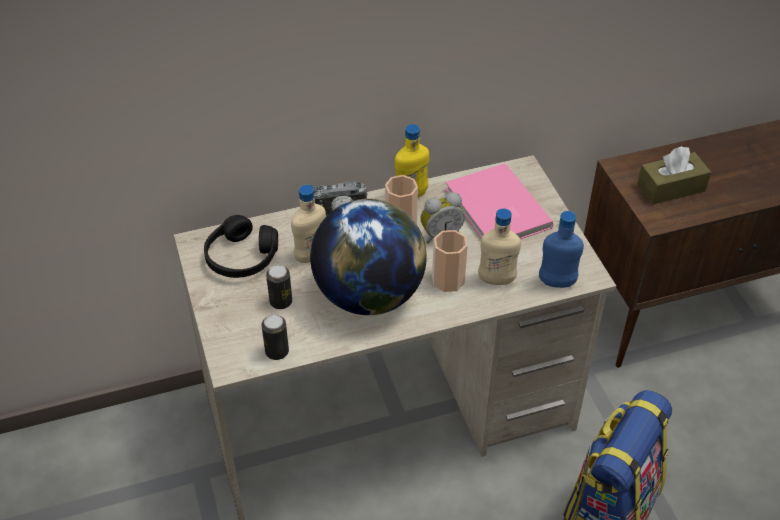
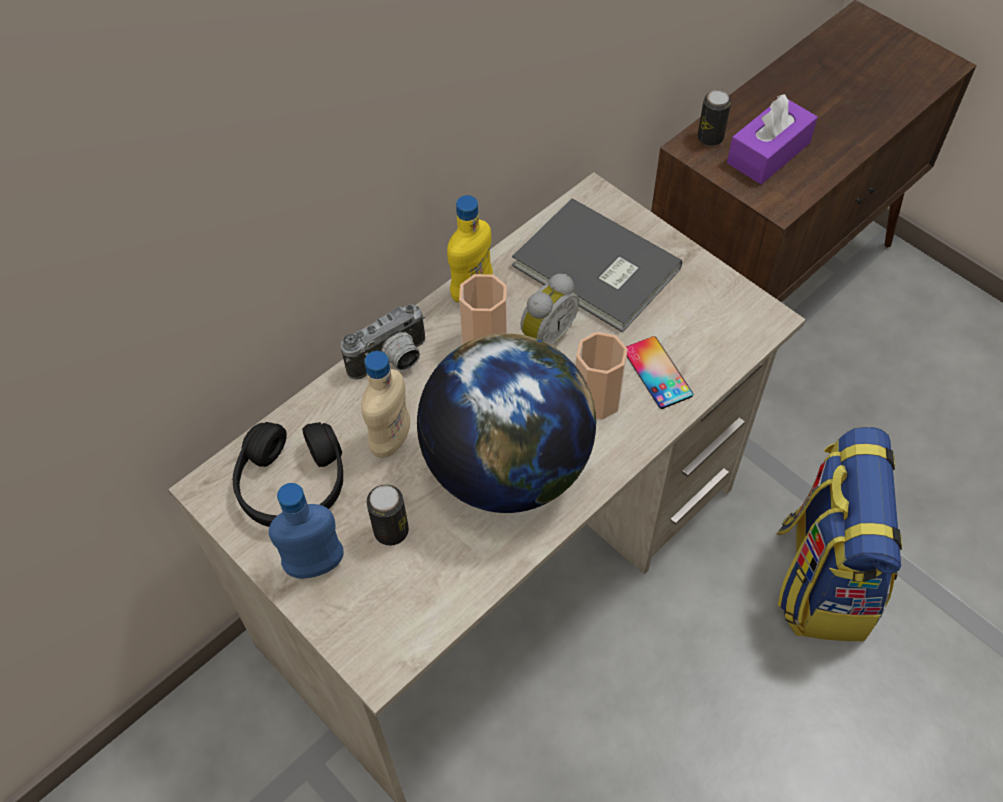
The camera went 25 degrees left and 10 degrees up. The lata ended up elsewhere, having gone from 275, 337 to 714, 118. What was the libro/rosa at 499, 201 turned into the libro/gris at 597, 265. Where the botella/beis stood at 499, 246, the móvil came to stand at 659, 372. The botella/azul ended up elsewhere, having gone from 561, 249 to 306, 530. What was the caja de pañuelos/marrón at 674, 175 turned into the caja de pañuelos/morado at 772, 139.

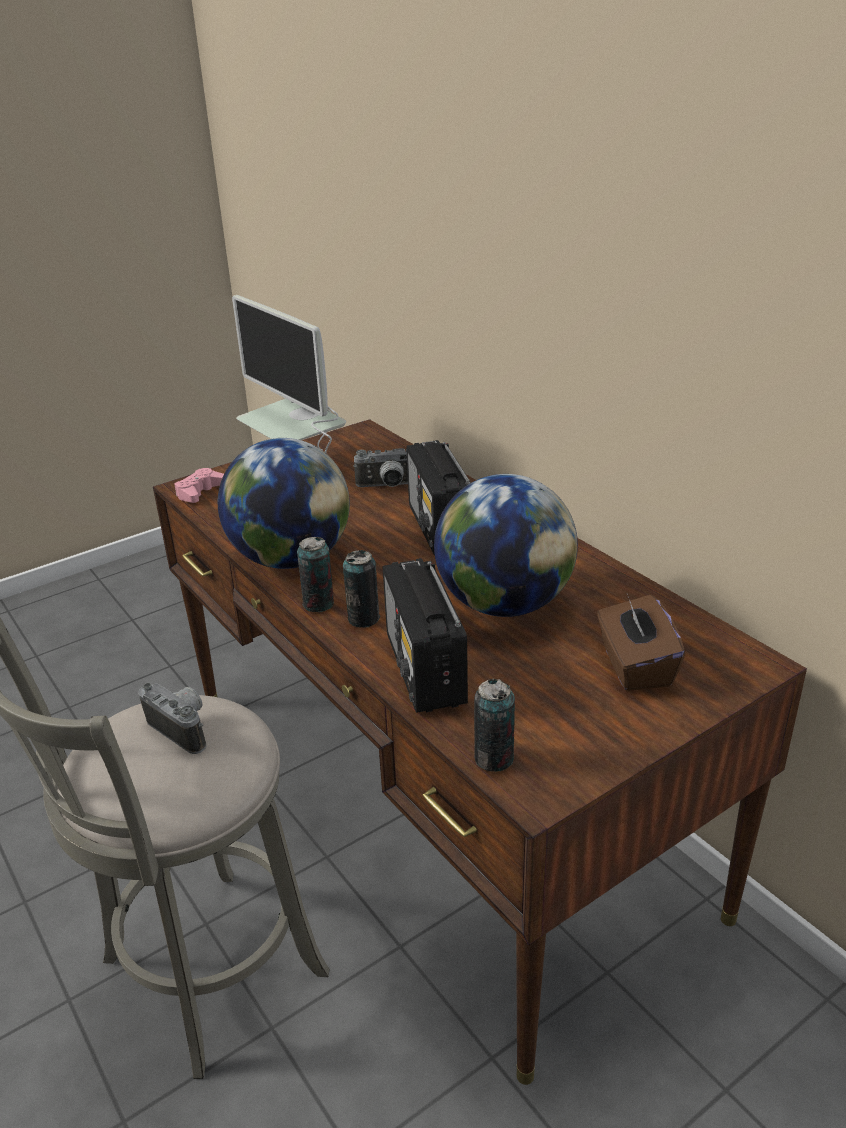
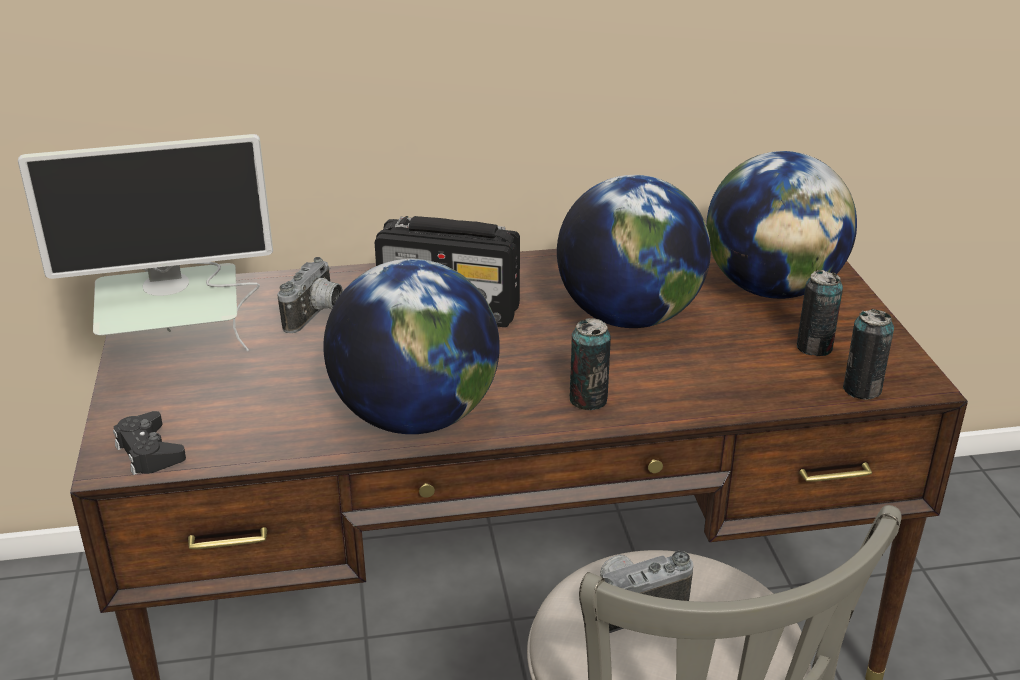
The camera went 65 degrees left and 0 degrees up. What was the mando de consola/rosa at 199, 485 turned into the mando de consola/negro at 149, 443. The lata ended up elsewhere, having gone from 315, 574 to 820, 313. The second view lost the radio at 425, 635. Where the caja de pañuelos/marrón stood at 641, 642, the globo terráqueo came to stand at 781, 225.

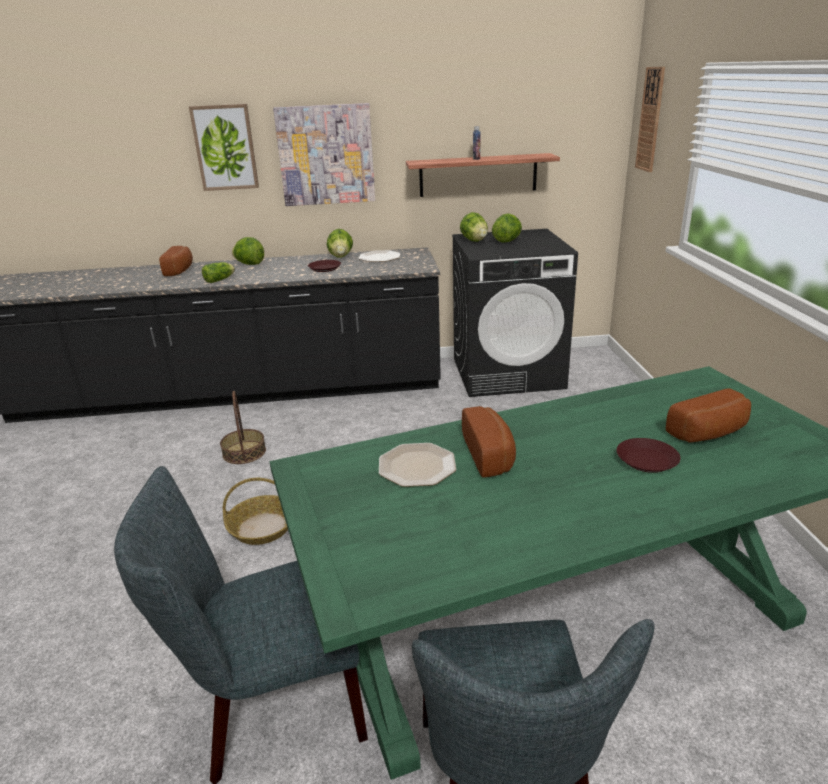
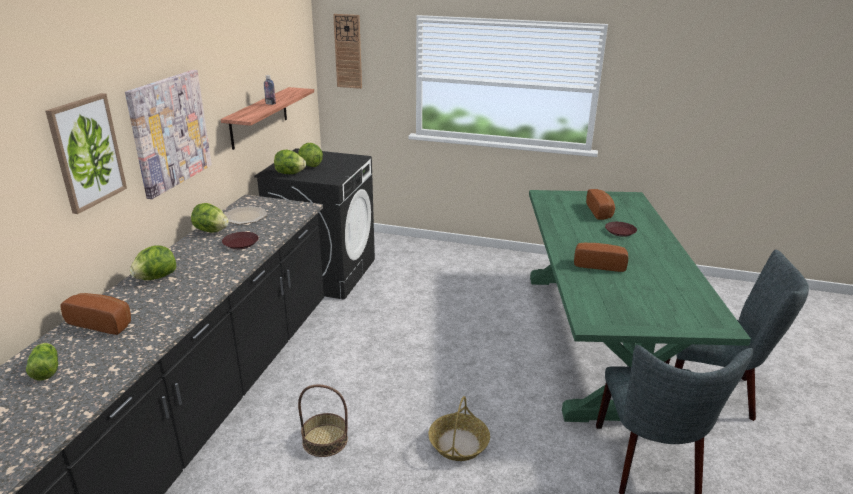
The camera went 70 degrees left and 0 degrees up. The lechuga ended up elsewhere, having gone from 218, 272 to 42, 361. The second view lost the plato at 417, 465.

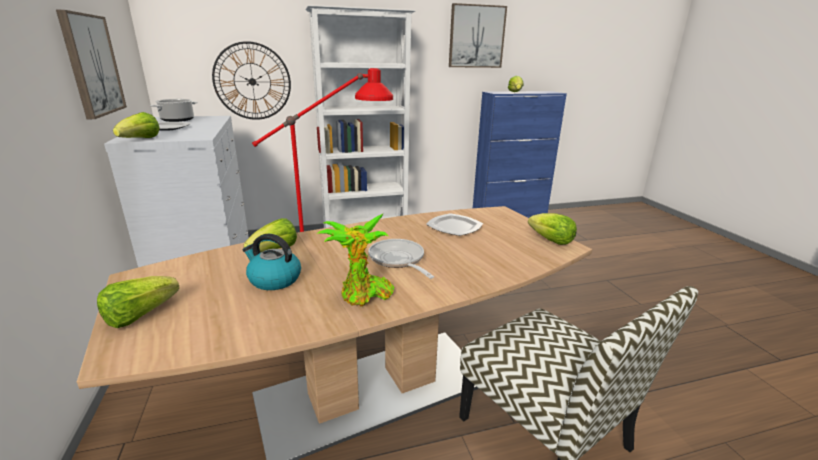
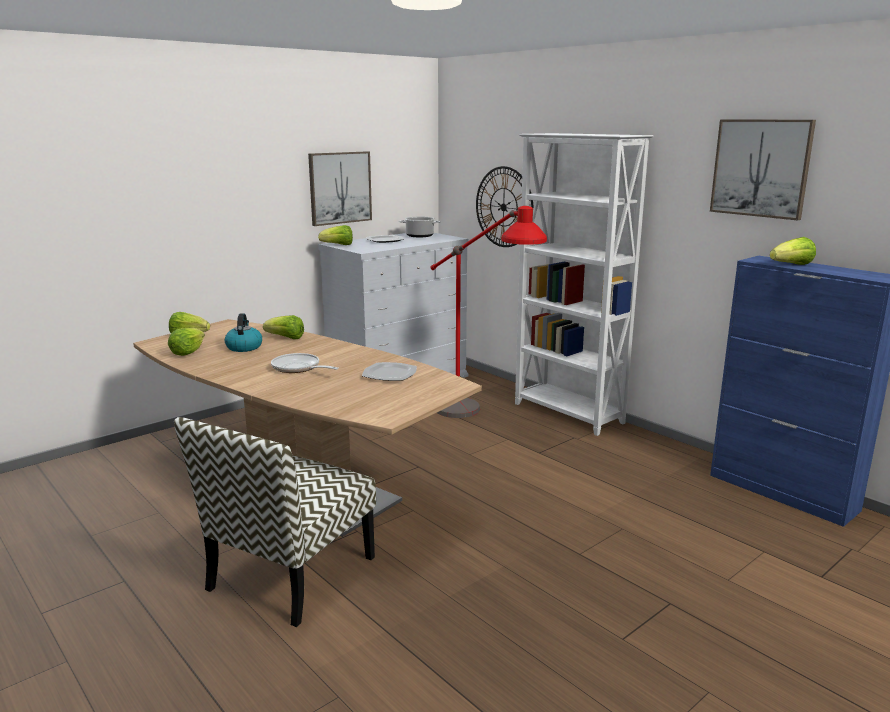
The camera went 65 degrees right and 5 degrees down. The second view lost the planta en maceta at 356, 260. The sartén at 401, 259 ended up facing another way, 90 degrees counterclockwise from before. The lechuga ended up elsewhere, having gone from 552, 229 to 186, 342.

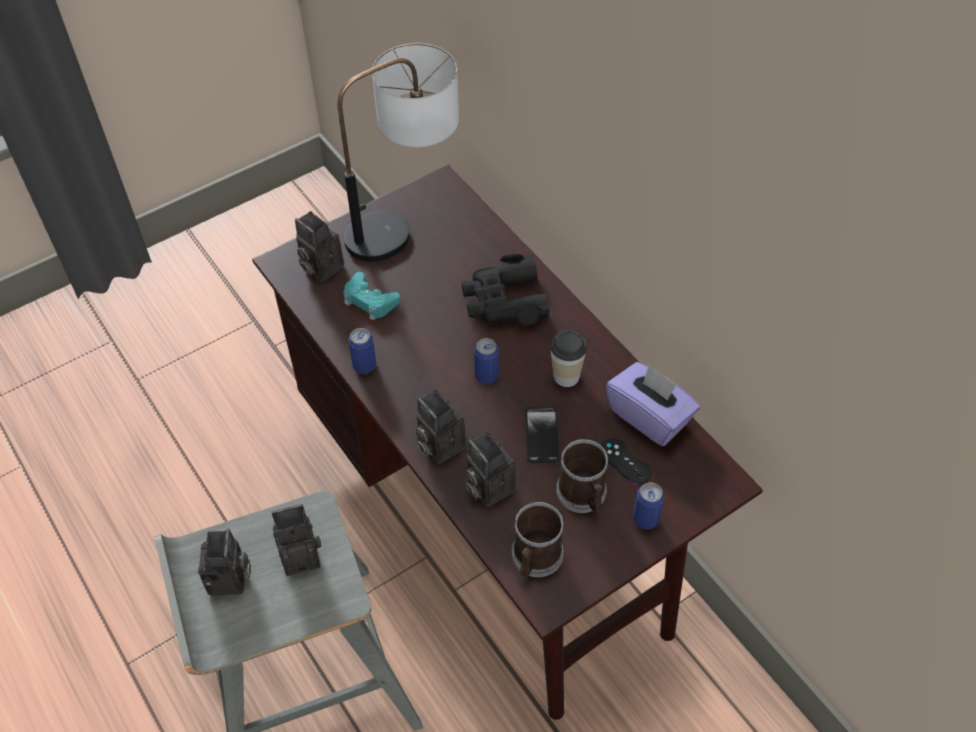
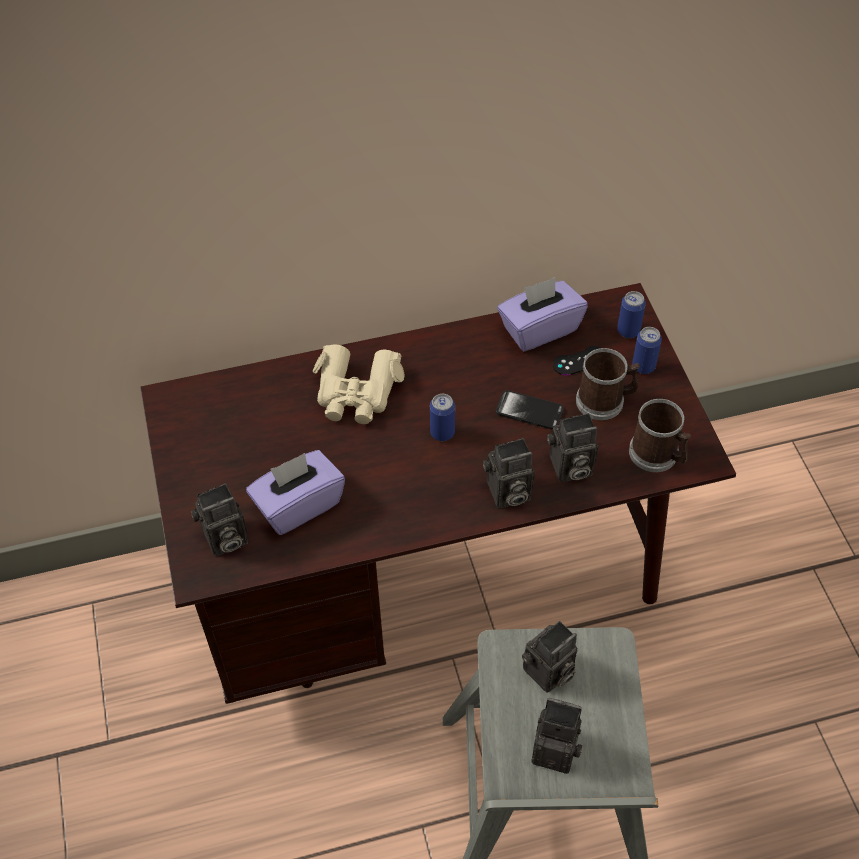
The camera went 70 degrees left and 0 degrees up. The cámara at 296, 540 ended up facing another way, 135 degrees counterclockwise from before. The second view lost the lámpara de mesa at 398, 152. Where the mando de consola/turquesa stood at 371, 296, the caja de pañuelos/morado came to stand at 295, 492. The lata ended up elsewhere, having gone from 362, 351 to 631, 314. What was the prismáticos/negro at 505, 289 turned into the prismáticos/beis at 358, 384. The second view lost the taza at 569, 358.

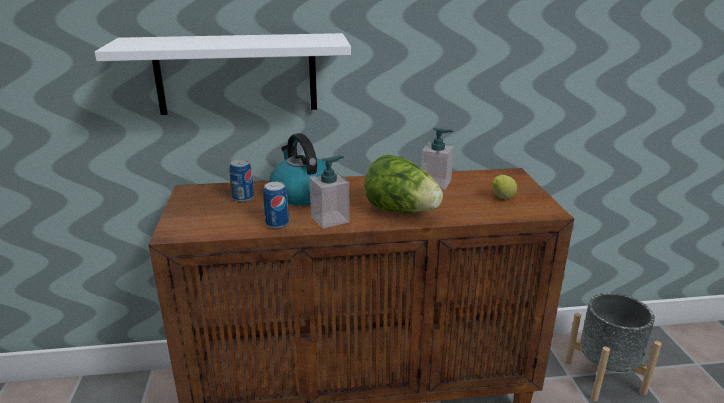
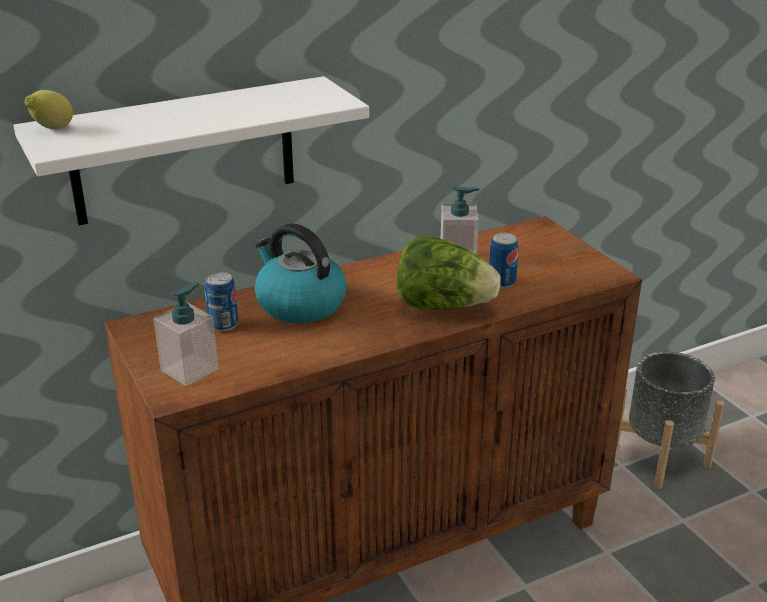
The camera went 20 degrees left and 5 degrees up. The lata ended up elsewhere, having gone from 276, 205 to 503, 260. The dispensador de jabón ended up elsewhere, having gone from 329, 192 to 186, 334. The limón ended up elsewhere, having gone from 504, 187 to 49, 109.

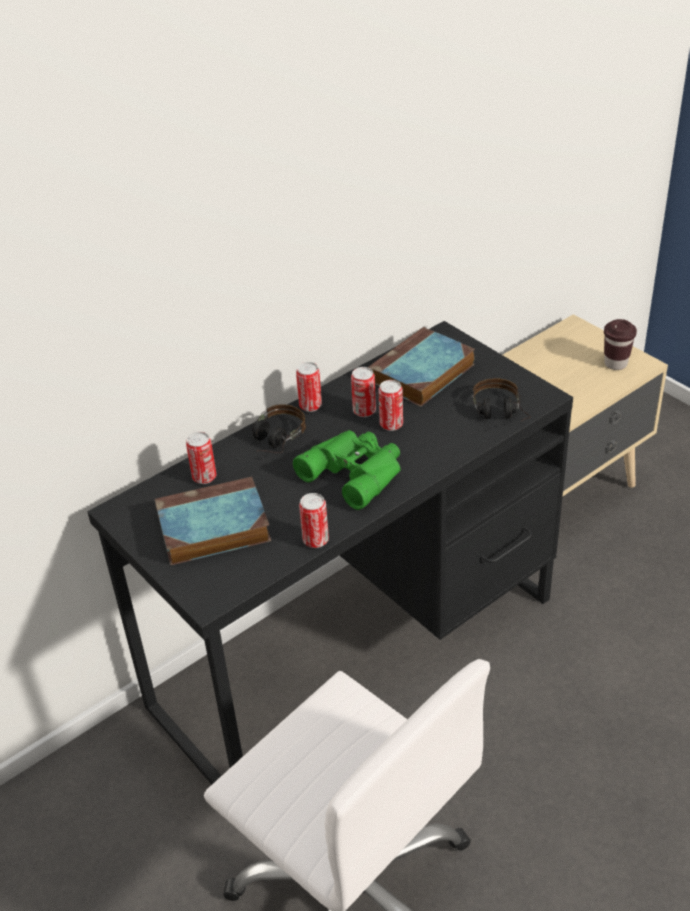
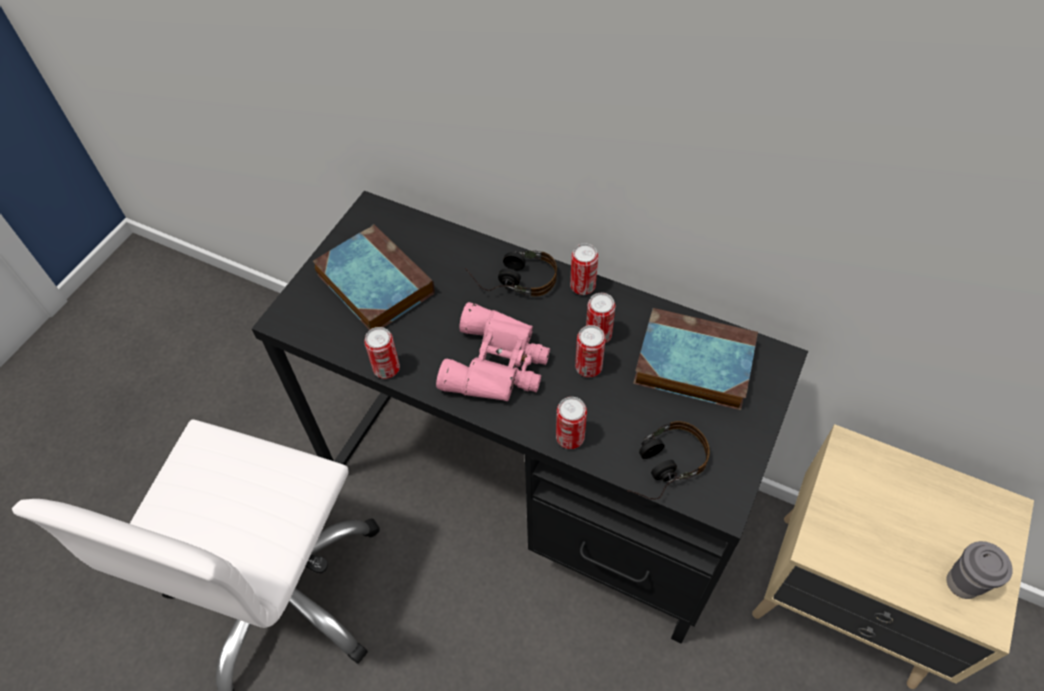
The camera went 65 degrees right and 15 degrees up. The lata ended up elsewhere, having gone from 201, 458 to 571, 423. What was the prismáticos/verde at 347, 470 turned into the prismáticos/rosa at 493, 352. What was the taza/marrón at 620, 344 turned into the taza/gris at 980, 570.

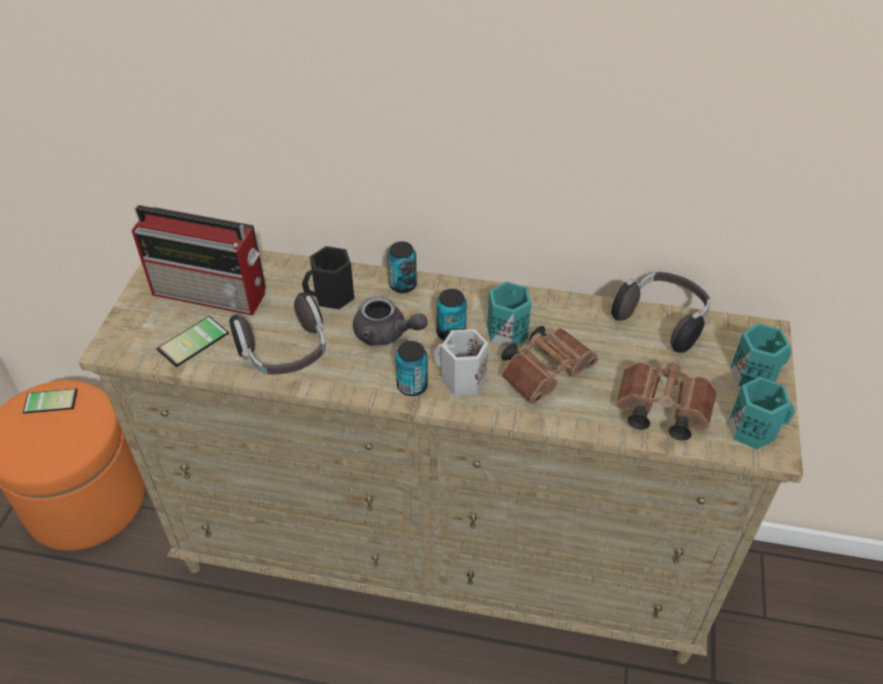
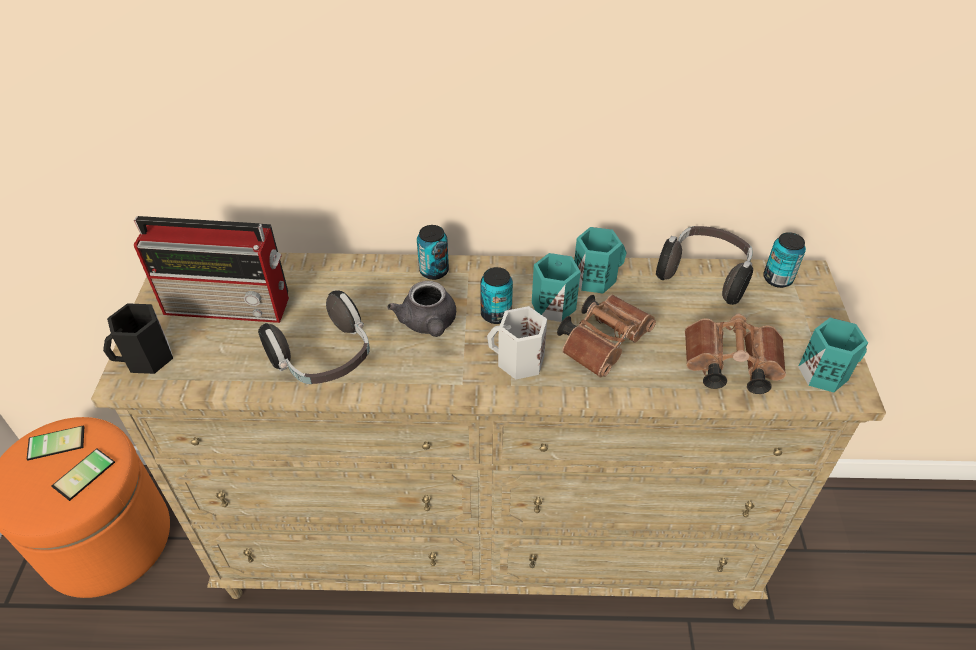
The camera went 10 degrees left and 0 degrees up. The móvil ended up elsewhere, having gone from 192, 341 to 83, 474. The taza grande/negro ended up elsewhere, having gone from 328, 277 to 138, 338. The tetera/gris at 390, 321 ended up facing another way, 60 degrees clockwise from before. The lata ended up elsewhere, having gone from 411, 368 to 784, 260. The taza grande/turquesa ended up elsewhere, having gone from 760, 355 to 600, 260.

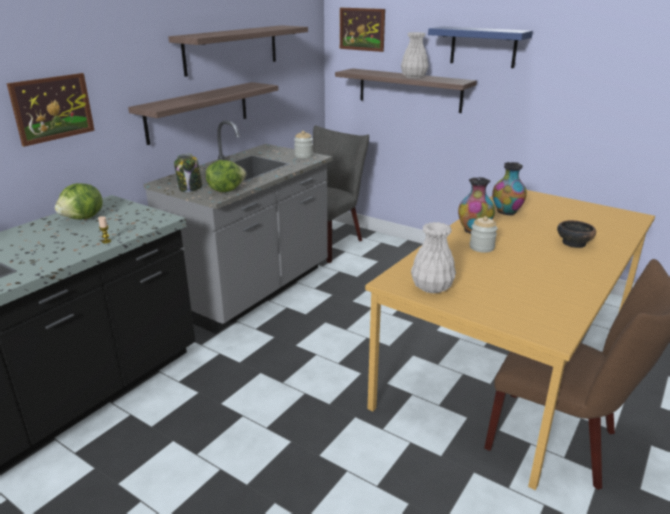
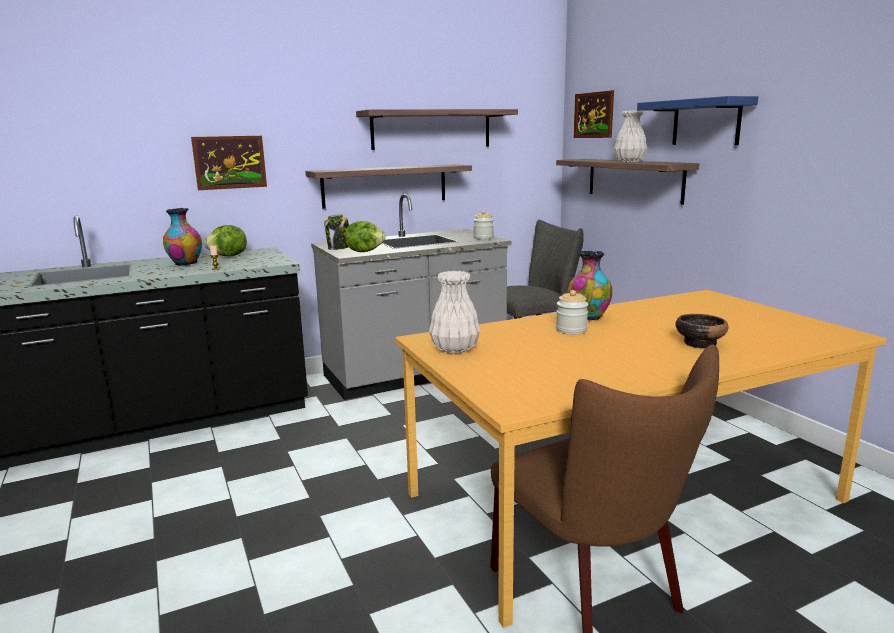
The camera went 30 degrees right and 10 degrees down. The florero ended up elsewhere, having gone from 509, 188 to 182, 237.

